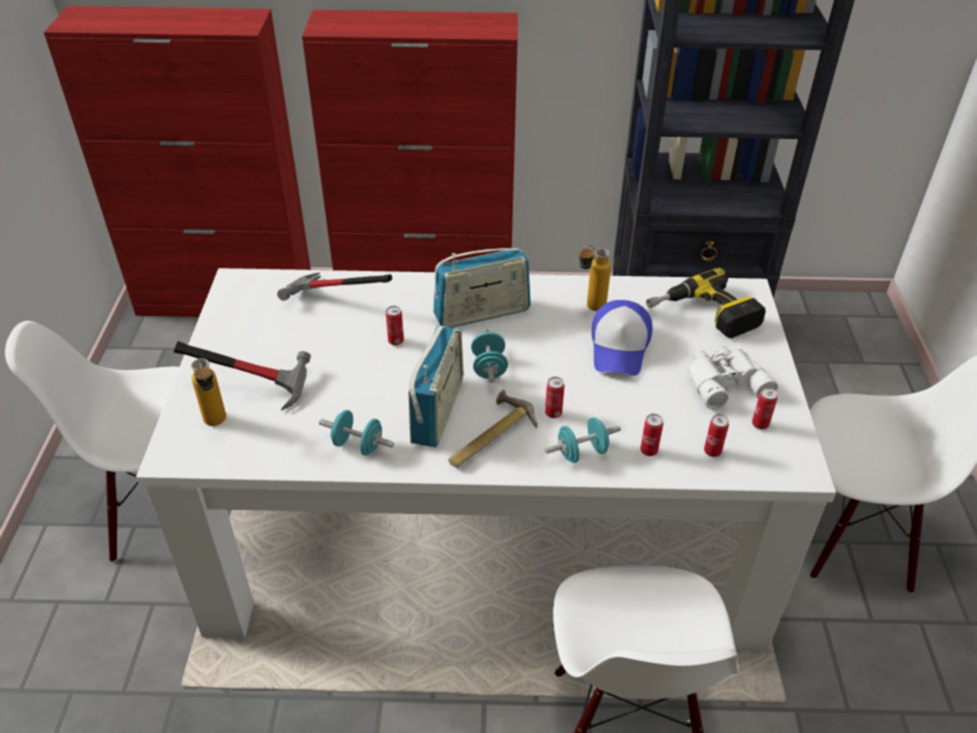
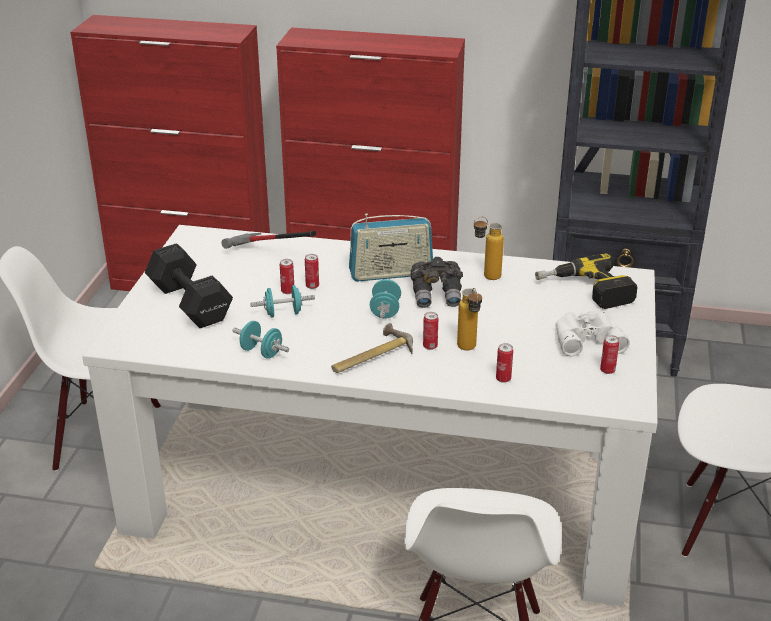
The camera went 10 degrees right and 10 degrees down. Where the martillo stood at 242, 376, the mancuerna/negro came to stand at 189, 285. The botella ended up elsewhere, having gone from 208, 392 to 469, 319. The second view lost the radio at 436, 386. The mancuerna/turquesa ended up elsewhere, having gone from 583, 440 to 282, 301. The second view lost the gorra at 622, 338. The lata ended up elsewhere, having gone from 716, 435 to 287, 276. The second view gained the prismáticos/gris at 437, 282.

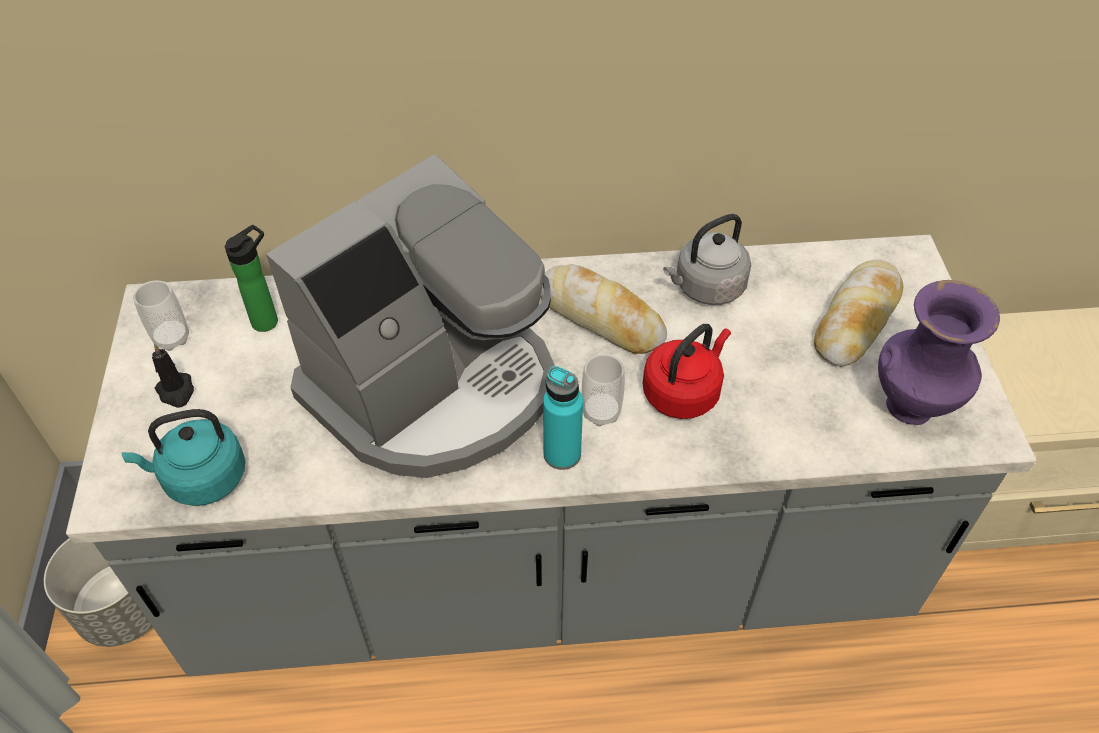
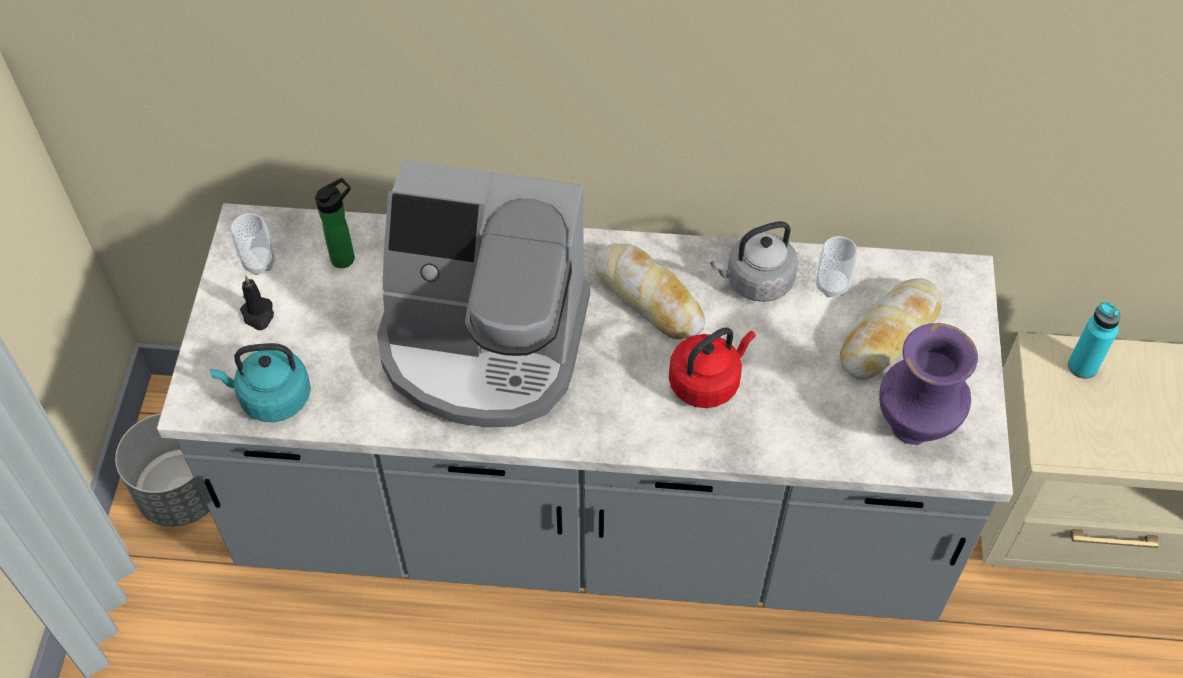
The camera went 10 degrees right and 5 degrees up. The cafetera at 410, 316 ended up facing another way, 45 degrees clockwise from before. The botella/turquesa ended up elsewhere, having gone from 563, 418 to 1094, 340. The taza ended up elsewhere, having gone from 603, 390 to 837, 266.

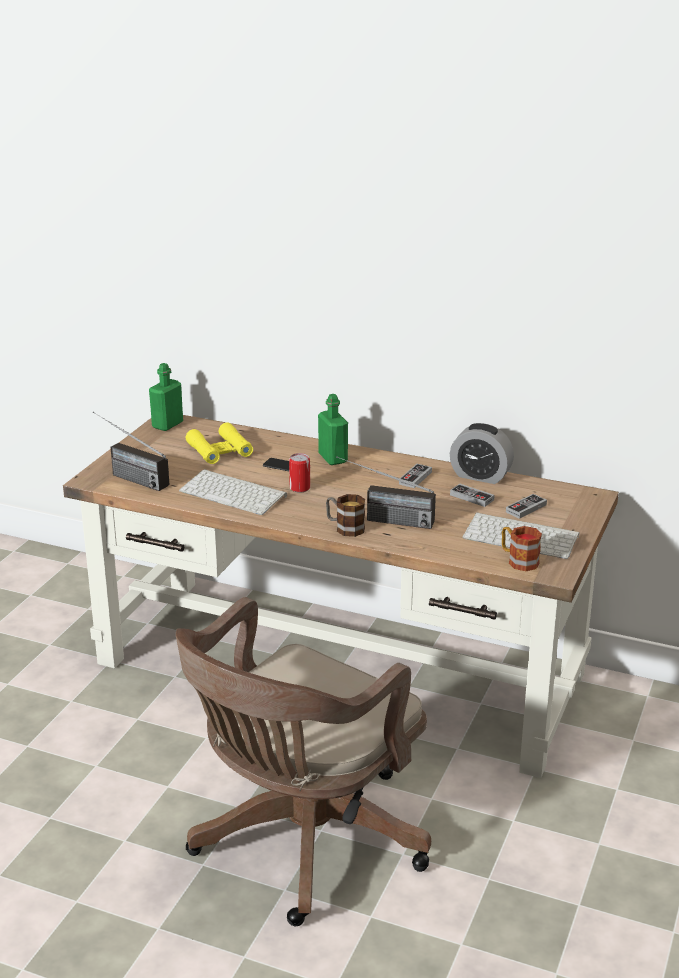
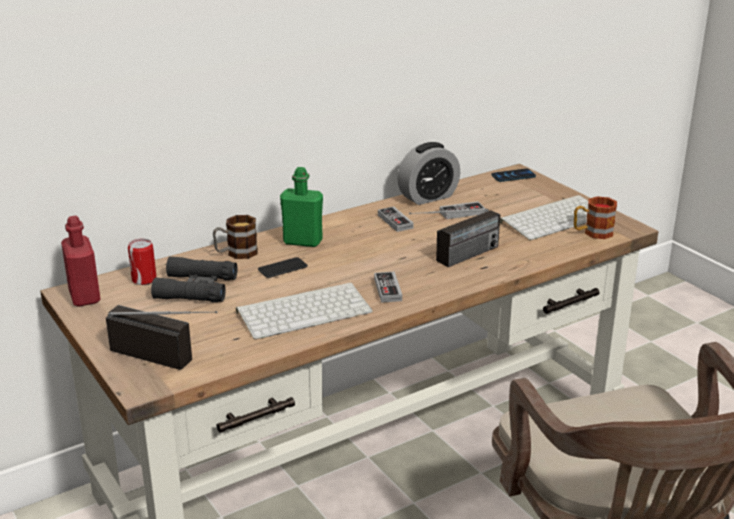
The camera went 55 degrees left and 0 degrees up. The radio at 131, 451 ended up facing another way, 135 degrees counterclockwise from before. What was the botella/verde at 166, 397 turned into the botella/rojo at 81, 261. What was the prismáticos/amarillo at 219, 443 turned into the prismáticos/negro at 194, 279. The lata ended up elsewhere, having gone from 299, 473 to 142, 262. The taza grande ended up elsewhere, having gone from 345, 515 to 235, 237. The mando de consola ended up elsewhere, having gone from 526, 506 to 388, 287. The second view gained the móvil at 514, 175.

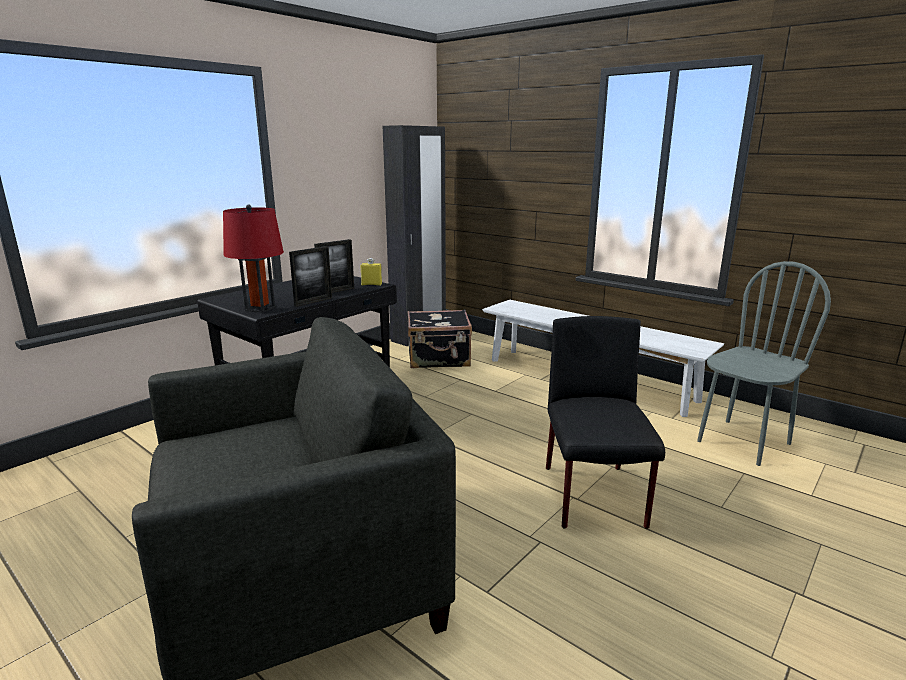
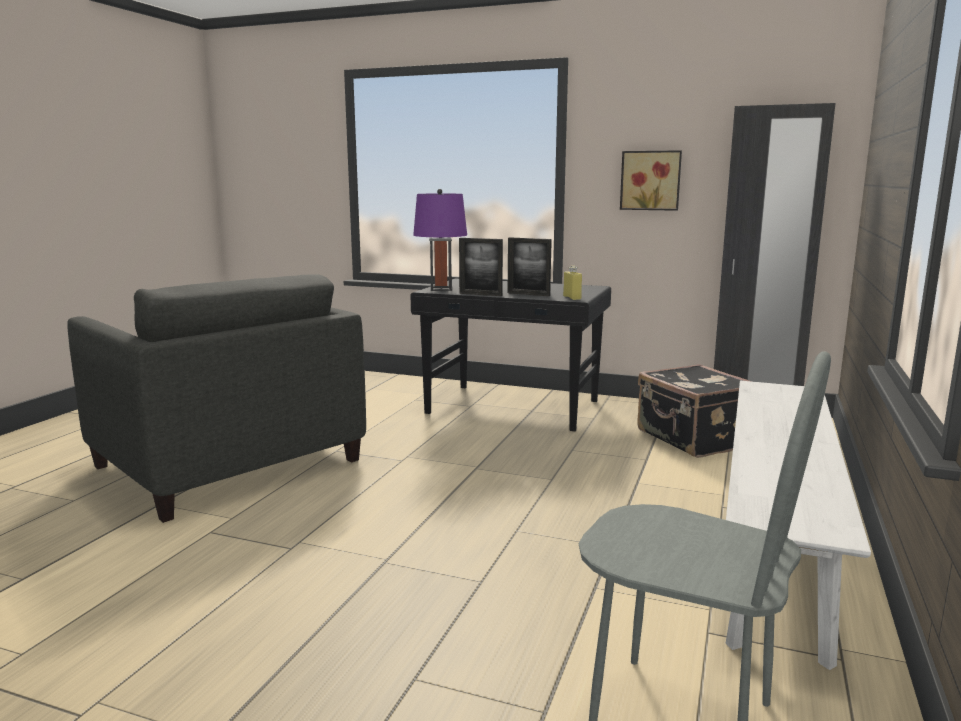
The camera went 70 degrees right and 5 degrees down. What was the lámpara de mesa/rojo at 253, 259 turned into the lámpara de mesa/morado at 440, 240. The second view lost the silla/negro at 605, 422. The second view gained the cuadro at 651, 180.

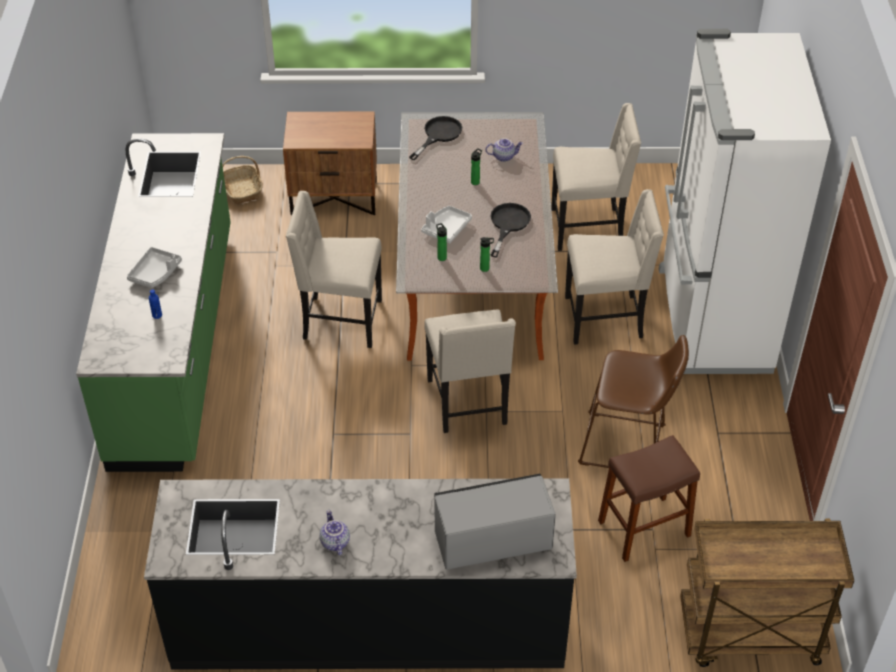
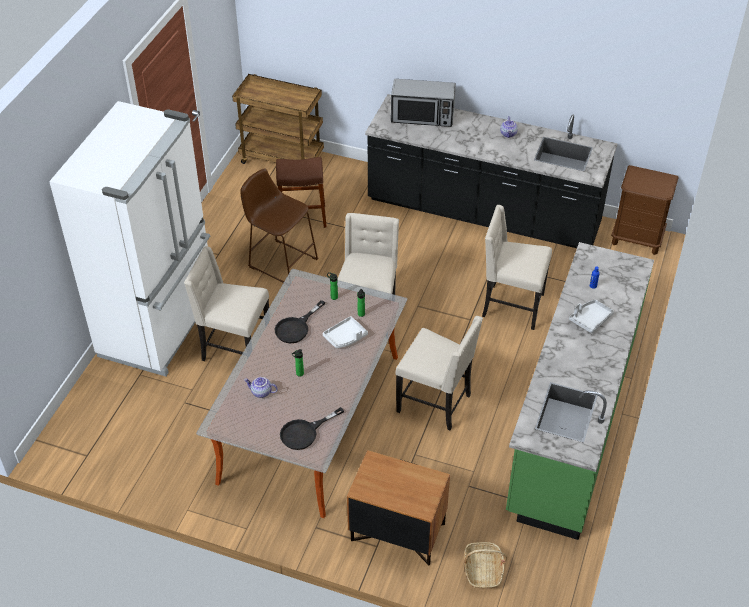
The camera went 160 degrees left and 0 degrees up. The silla/beis ended up elsewhere, having gone from 596, 177 to 517, 267. The second view gained the mesita de noche/marrón at 645, 210.

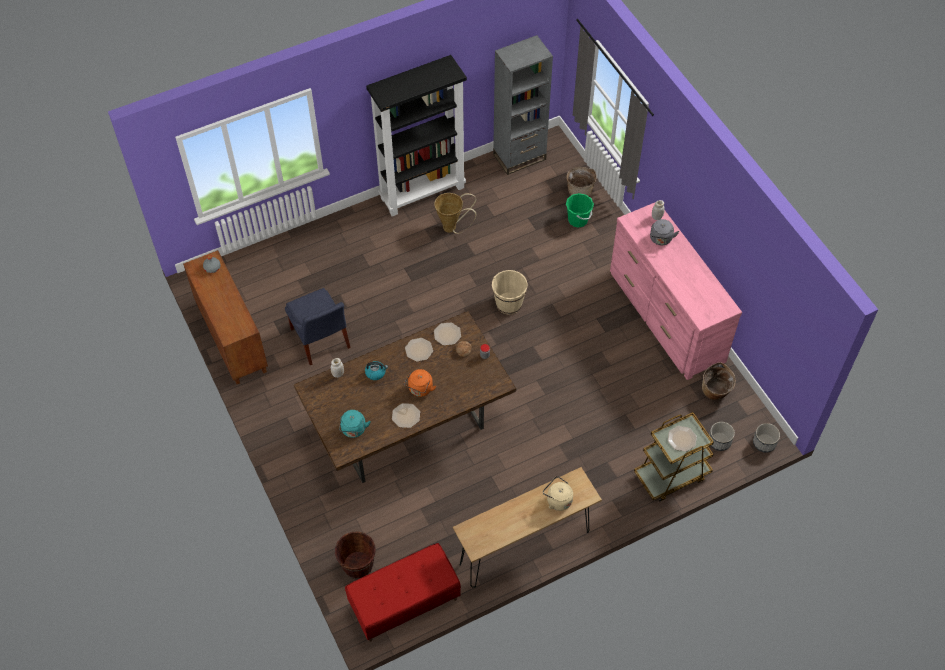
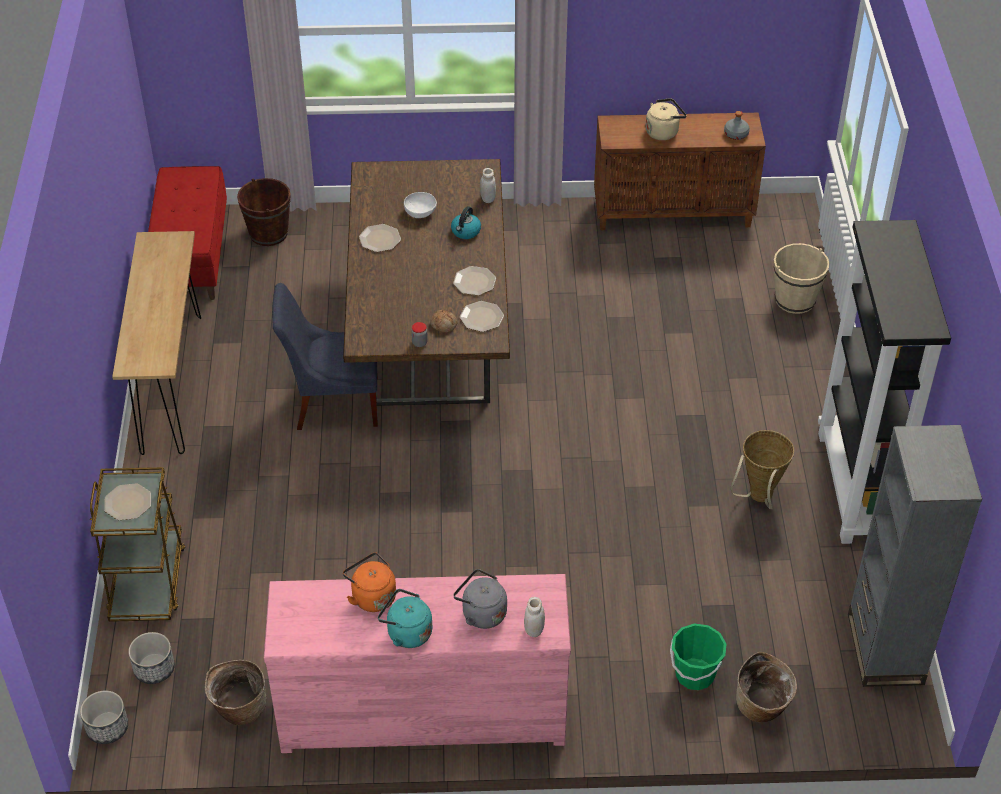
The camera went 115 degrees right and 10 degrees down. The silla/azul ended up elsewhere, having gone from 318, 326 to 325, 356. The hervidor/turquesa ended up elsewhere, having gone from 355, 424 to 405, 618. The hervidor/naranja ended up elsewhere, having gone from 420, 383 to 369, 582. The cubo/beis ended up elsewhere, having gone from 510, 292 to 802, 278. The hervidor/beis ended up elsewhere, having gone from 558, 493 to 665, 119. The second view gained the cuenco/blanco at 420, 205.

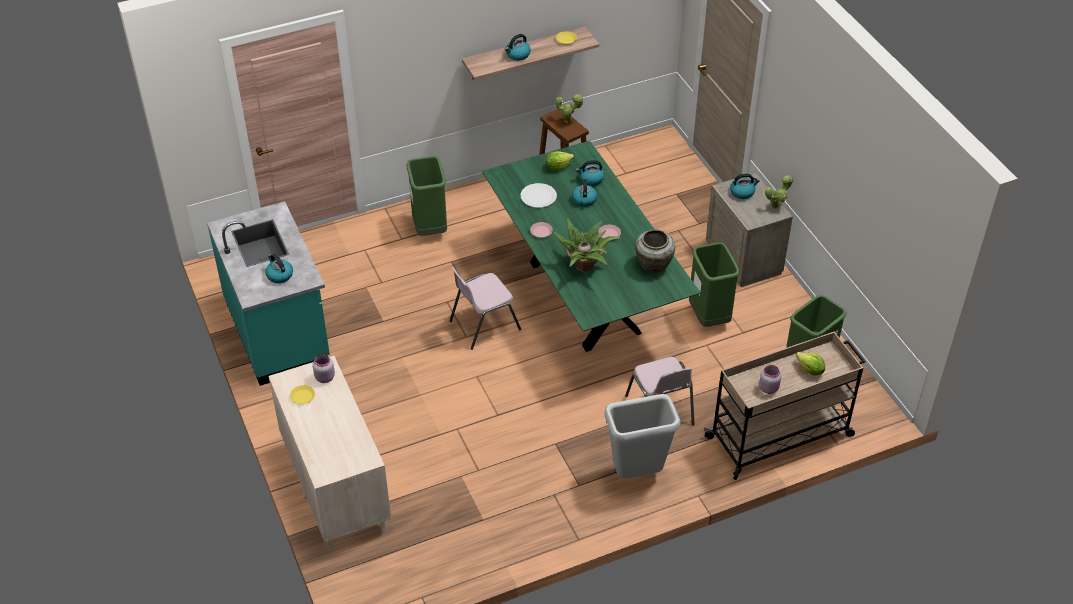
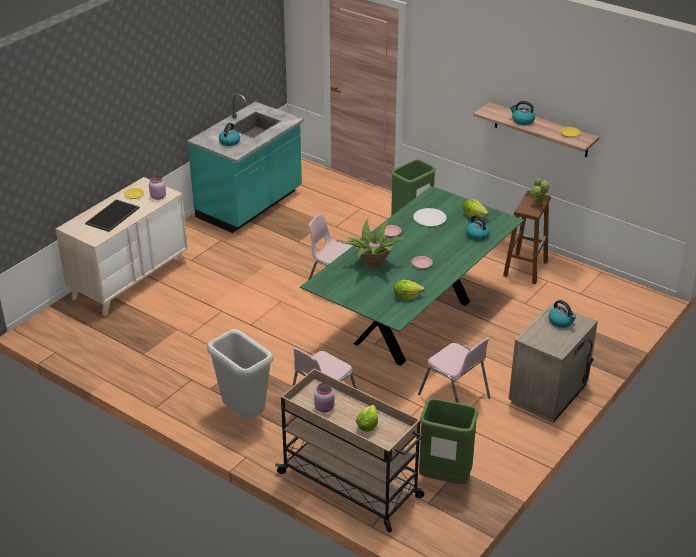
The camera went 60 degrees right and 10 degrees down. The second view lost the hervidor at 584, 192. Where the florero/beis stood at 655, 251, the lechuga came to stand at 409, 290. Where the papelera/verde stood at 714, 284, the silla/rosa came to stand at 454, 370. The second view lost the planta en maceta at 779, 192. The second view gained the bandeja at 112, 215.

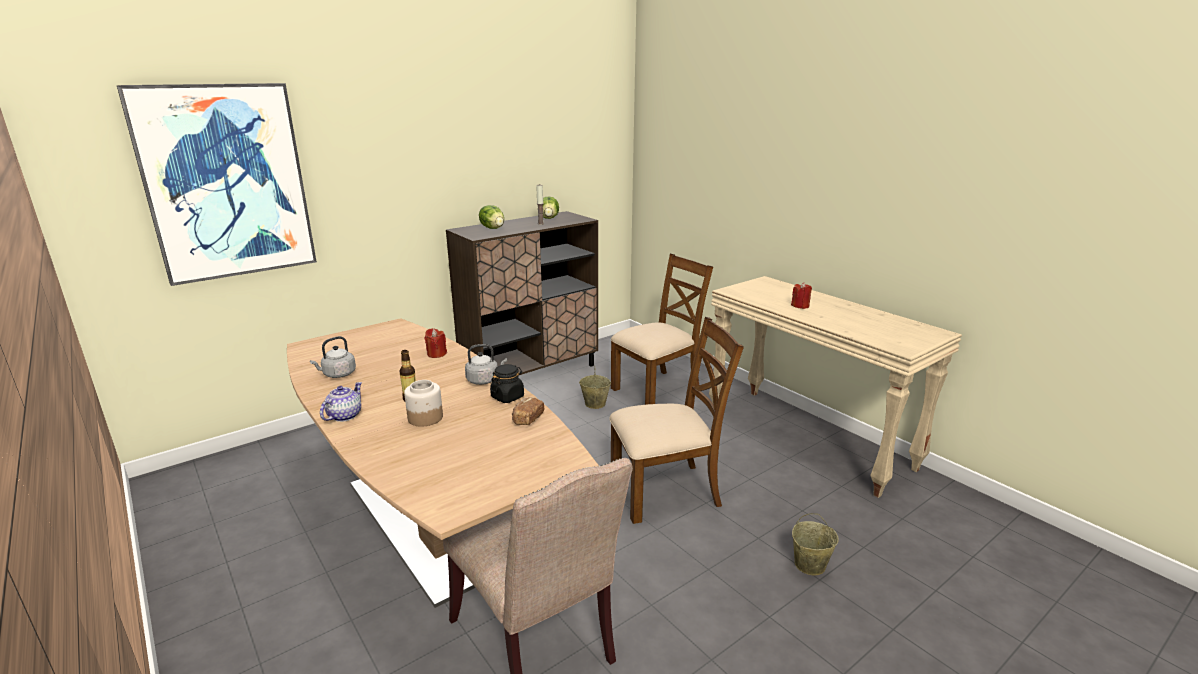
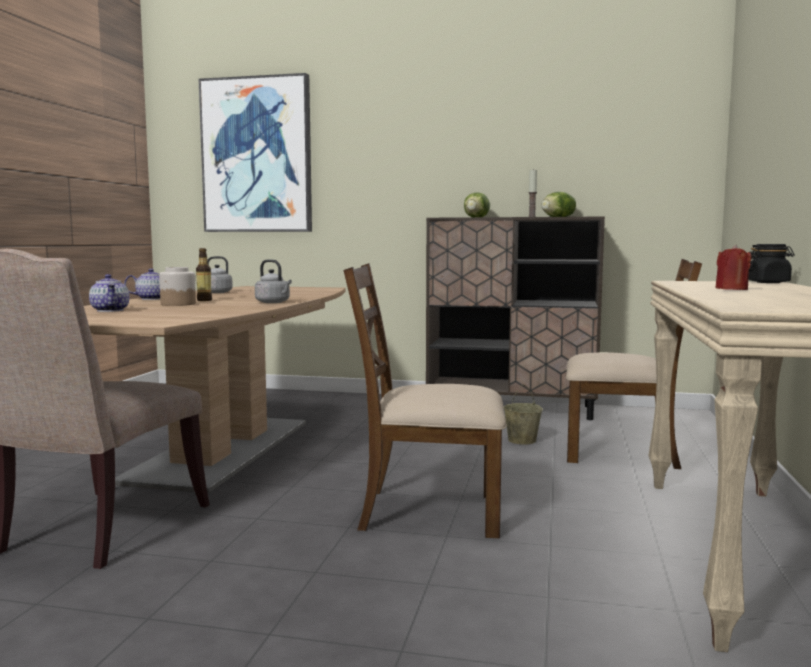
The camera went 50 degrees right and 15 degrees down. The second view lost the vela/rojo at 435, 343. The tarro/negro ended up elsewhere, having gone from 507, 383 to 771, 263. The second view lost the pan at 528, 411. The silla/marrón at 676, 420 ended up facing another way, 150 degrees clockwise from before. The second view lost the cubo/beis at 815, 544. The second view gained the tetera at 109, 293.

